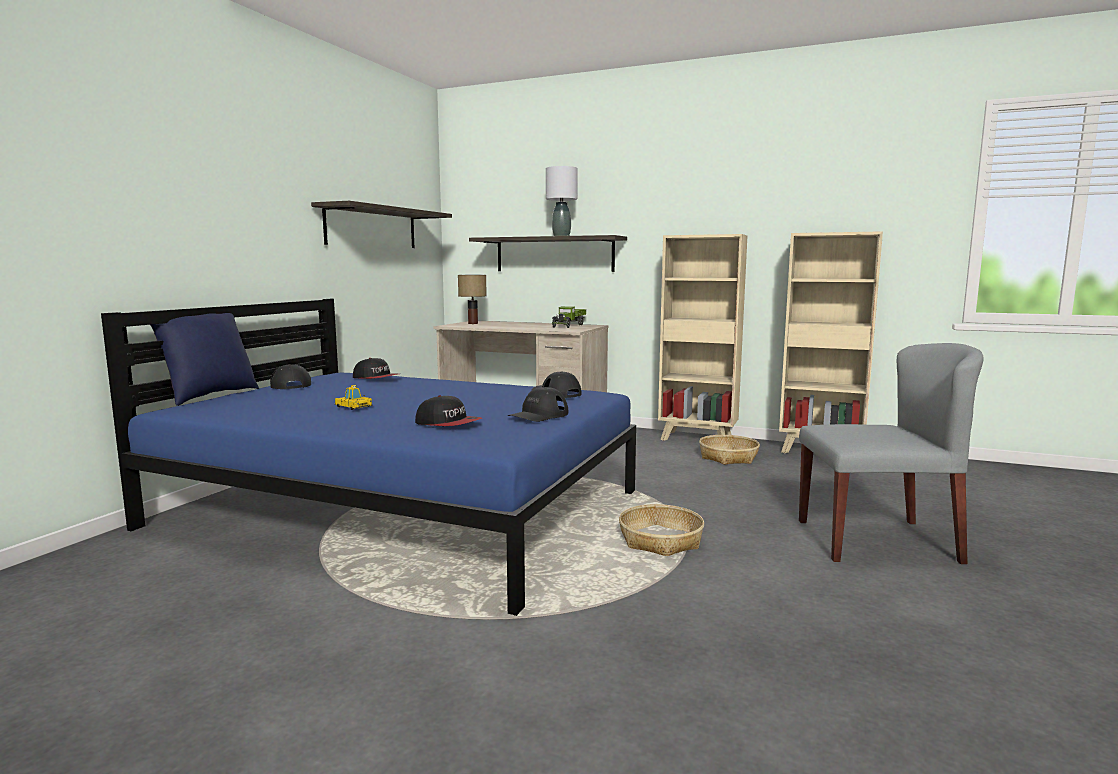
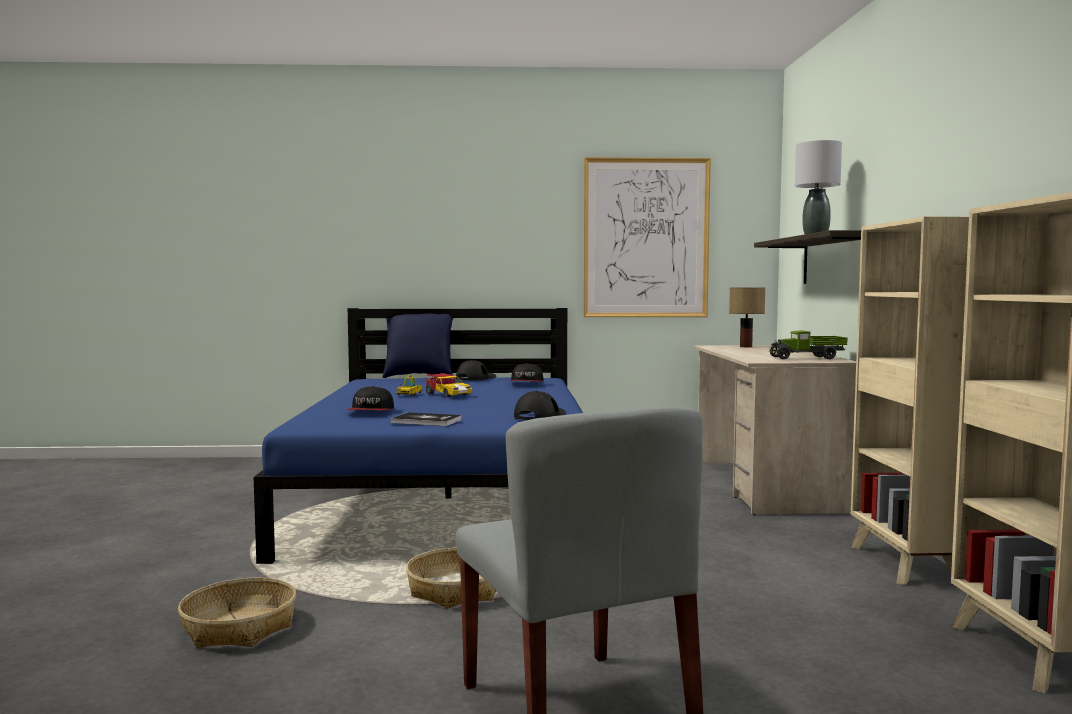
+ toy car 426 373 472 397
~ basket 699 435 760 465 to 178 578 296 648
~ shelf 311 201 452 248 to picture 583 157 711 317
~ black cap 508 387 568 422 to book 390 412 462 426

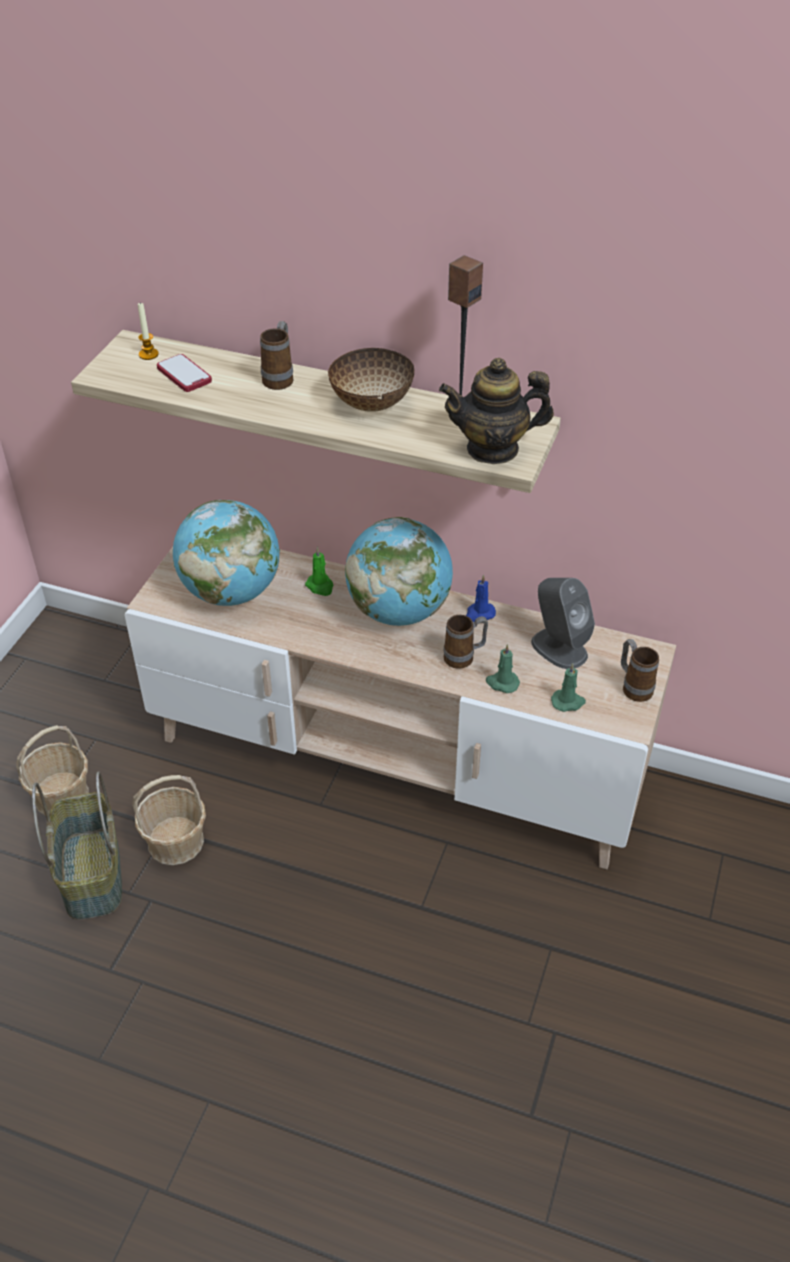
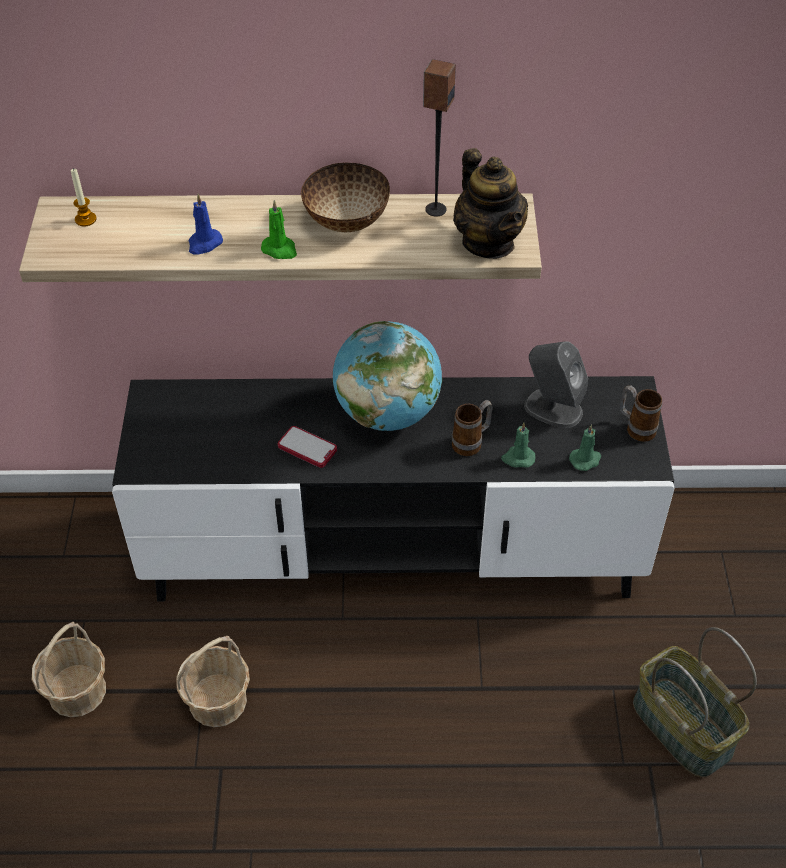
- globe 173 500 280 606
- mug 260 321 293 390
~ basket 32 771 122 920 to 633 627 757 777
~ phone 157 354 212 392 to 278 426 337 468
~ green candle 305 547 333 596 to 261 200 297 259
~ blue candle 466 575 496 622 to 189 194 223 255
~ beige tv stand 125 547 676 869 to black tv stand 112 376 674 601
~ teapot 439 358 554 464 = 453 148 528 259 90 degrees counterclockwise

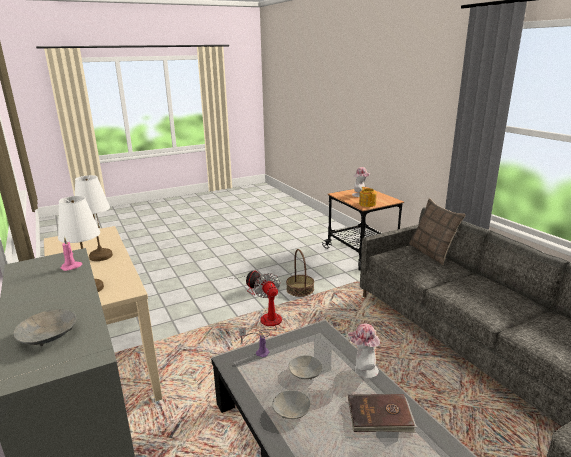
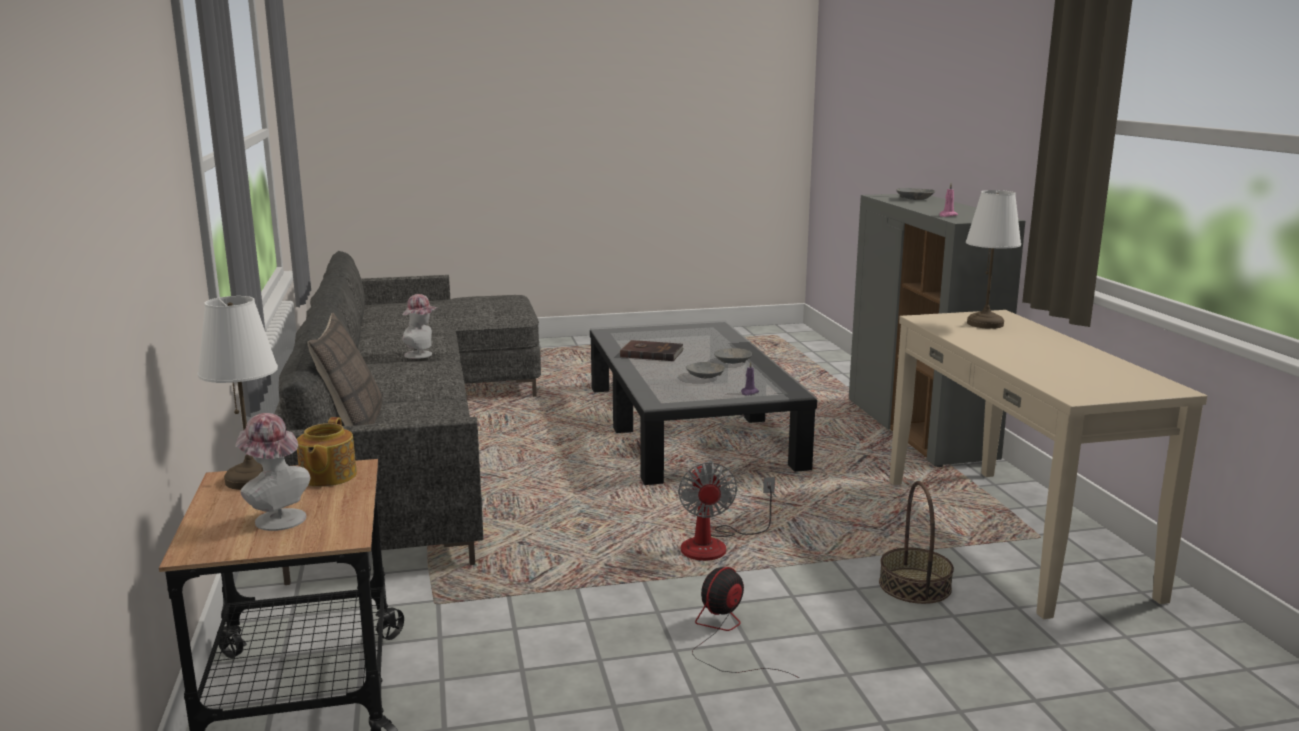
~ white table lamp 75 175 113 261 to 198 296 278 490
~ basket 286 249 314 297 to 879 481 954 604
~ hat 348 323 380 379 to 402 294 438 359

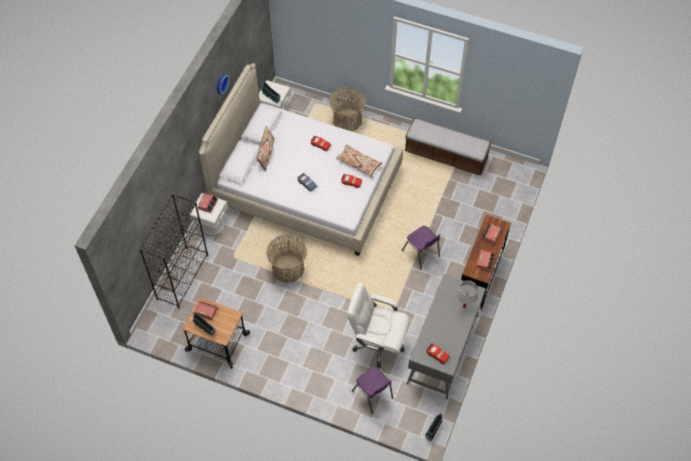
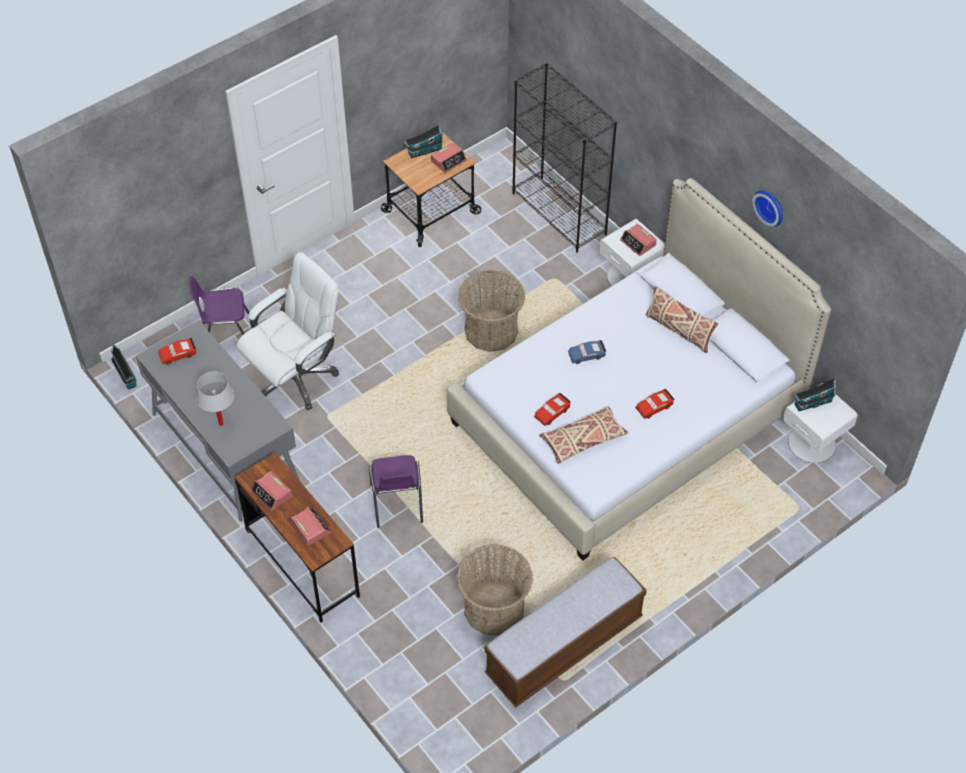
~ basket 329 87 366 131 to 456 544 533 635
~ purple chair 402 226 441 270 = 369 455 423 528 90 degrees counterclockwise

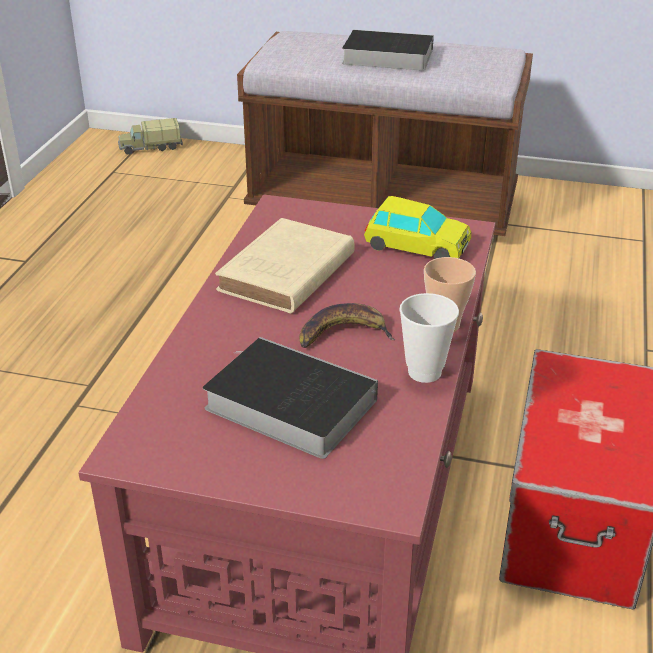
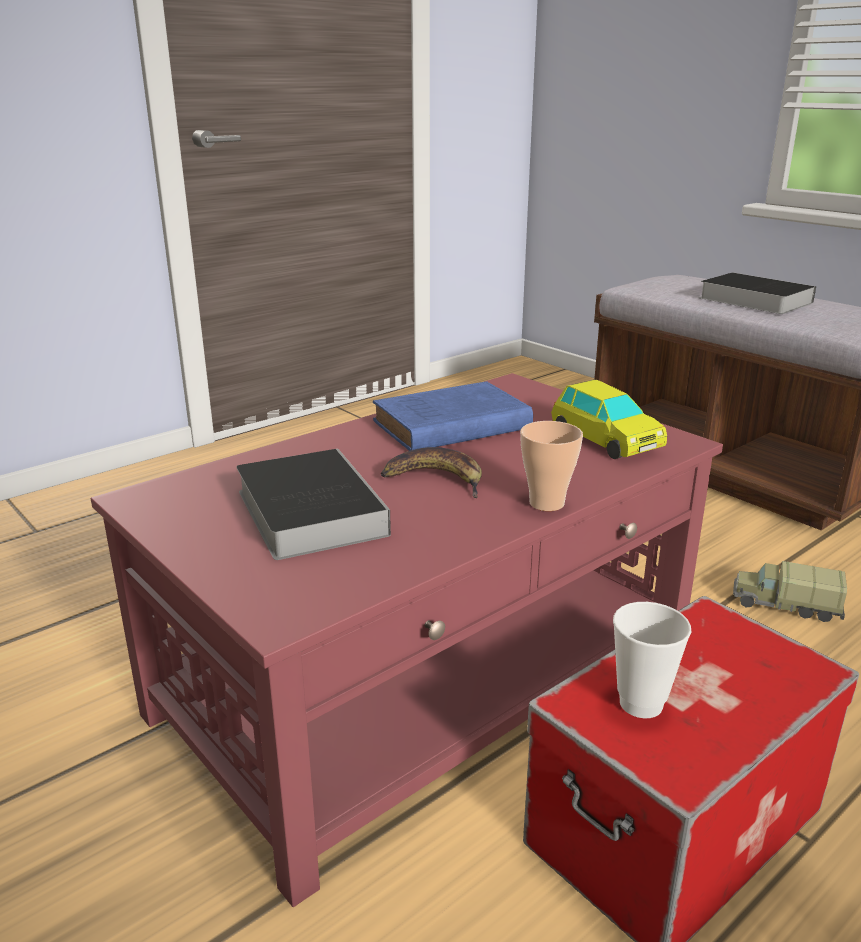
~ toy truck 118 118 183 155 to 733 561 847 622
~ cup 399 293 459 383 to 613 602 691 718
~ beige book 215 218 355 313 to blue book 373 381 533 451

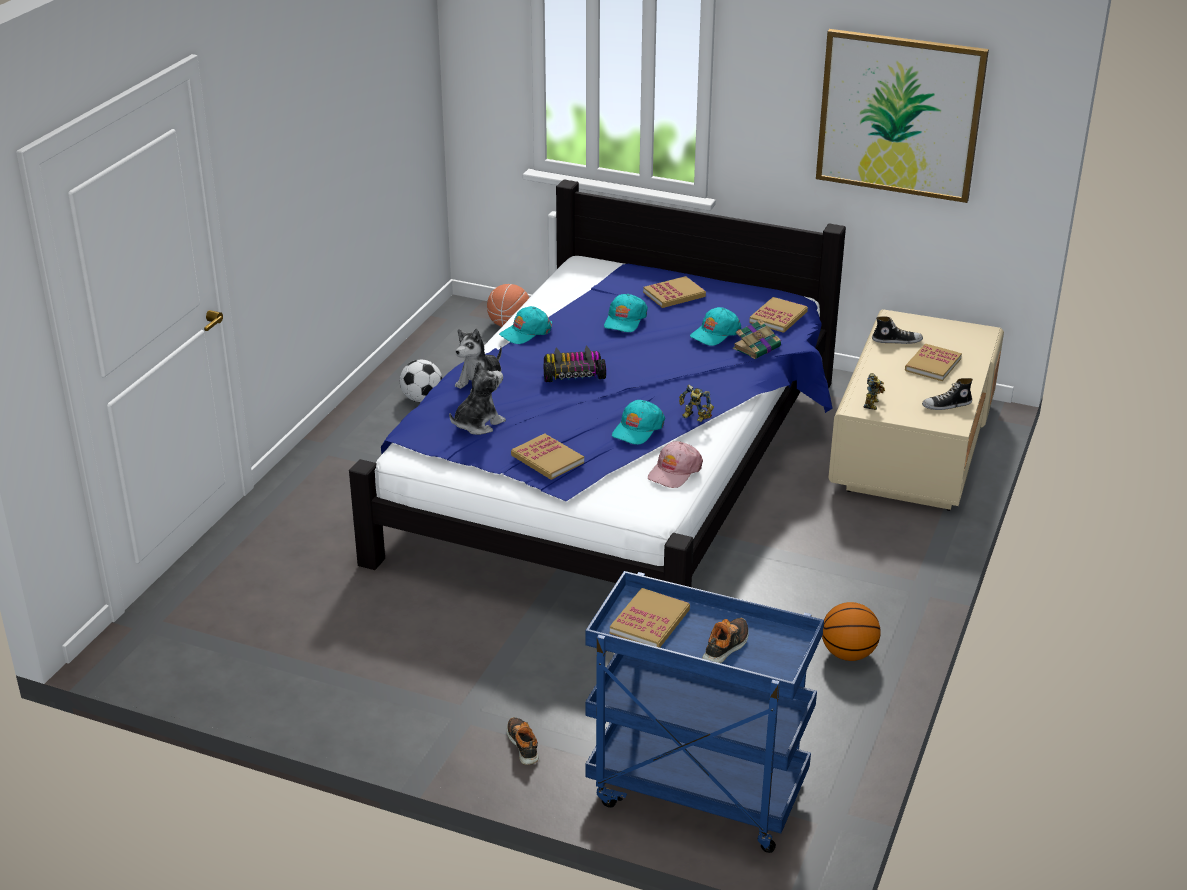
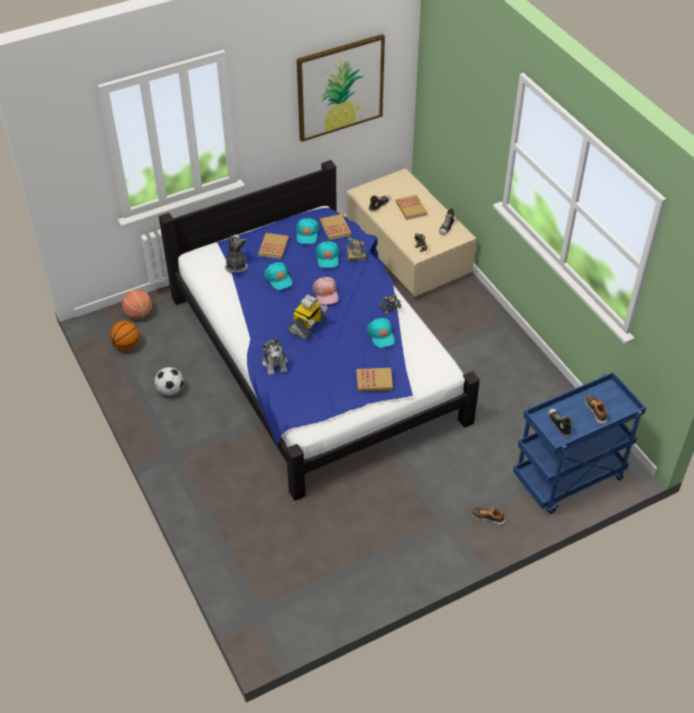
~ plush toy 449 361 506 435 to 224 235 248 273
~ turquoise cap 499 306 552 344 to 296 218 319 244
~ pink cap 648 441 703 488 to 312 277 339 305
~ basketball 822 602 880 661 to 110 321 140 350
~ toy car 544 346 606 382 to toy robot 288 295 328 340
~ book 610 588 690 648 to shoe 548 408 571 437

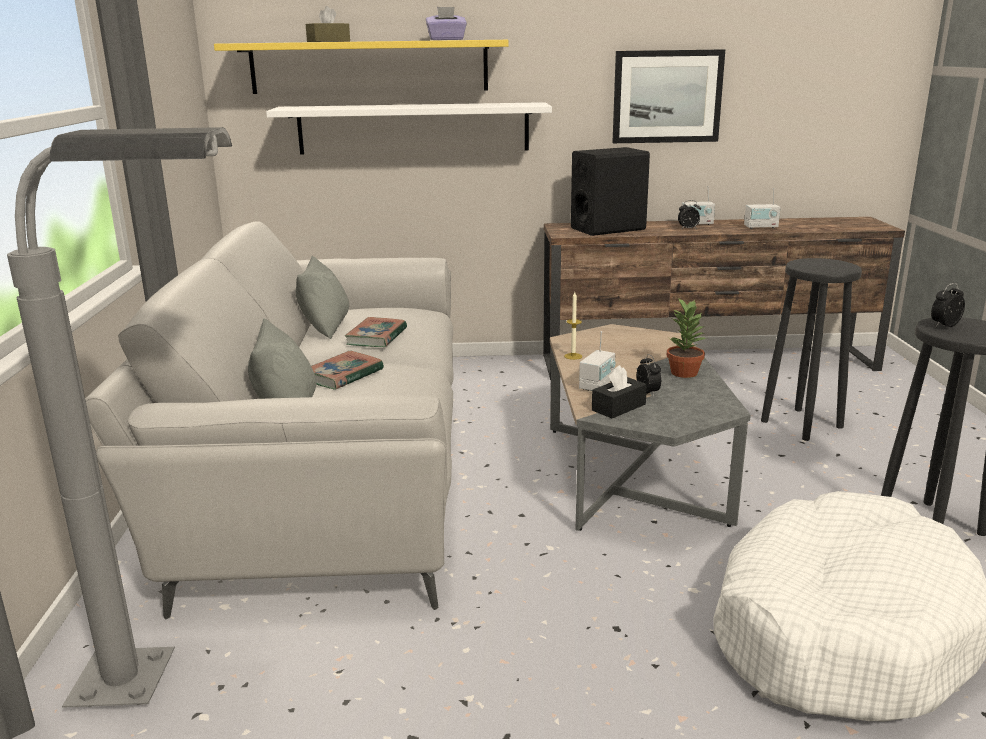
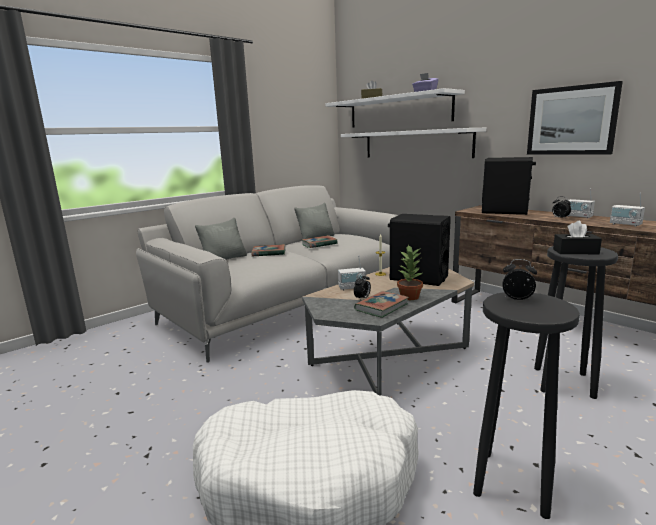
- grey floor lamp 7 127 232 708
+ book 354 291 409 318
+ black speaker 388 214 451 286
~ black tissue box 592 365 647 418 to 553 221 602 254
~ yellow shelf 214 40 508 94 to white shelf 325 88 465 128

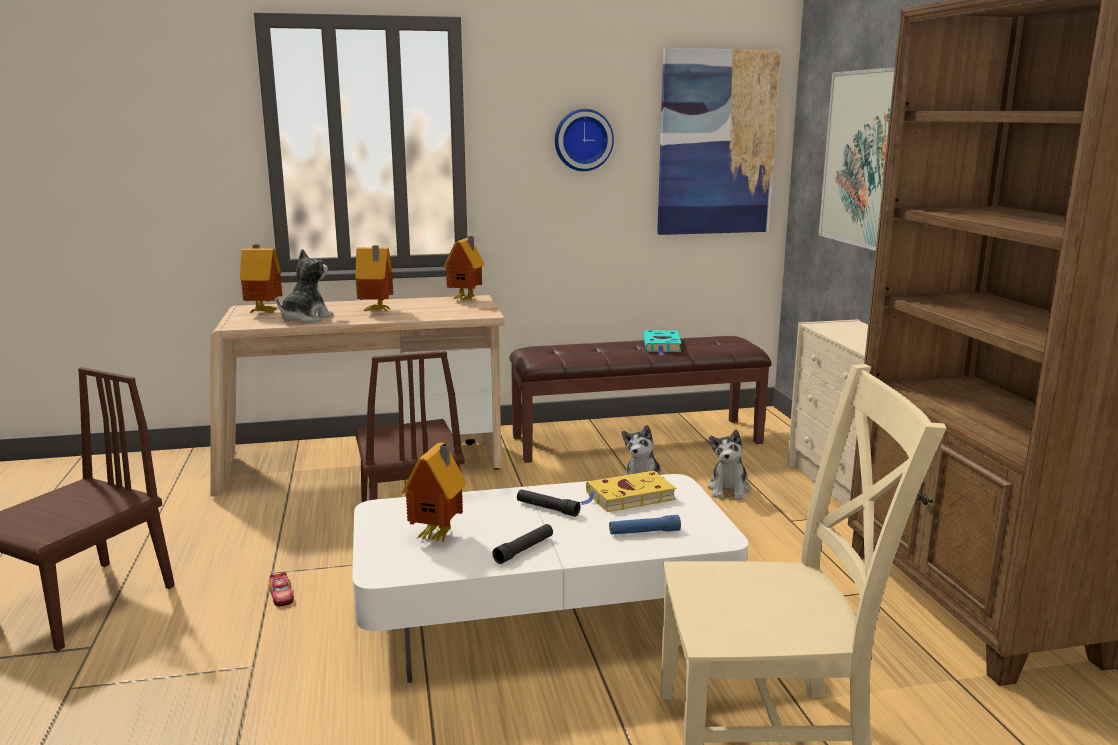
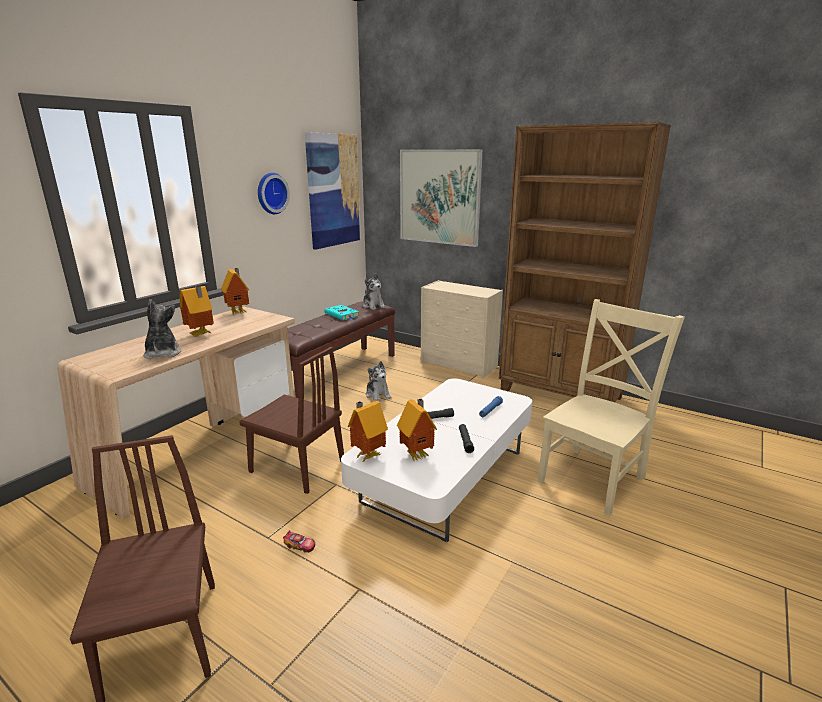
- yellow book 580 471 676 512
~ toy house 240 244 282 314 to 348 401 388 463
~ plush toy 708 429 751 500 to 363 274 386 310

